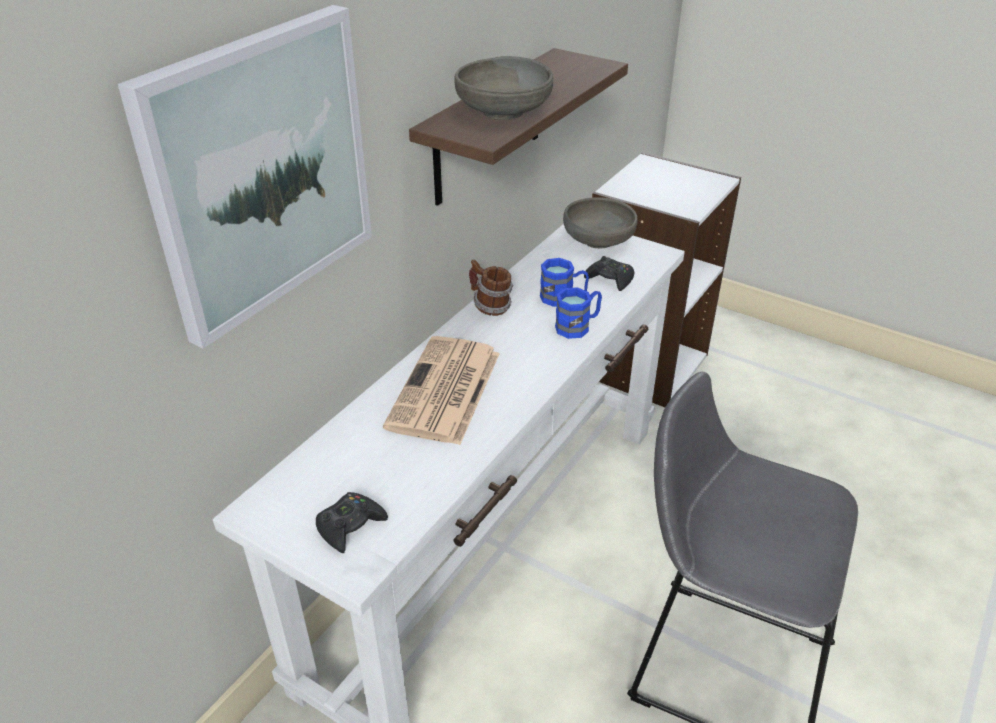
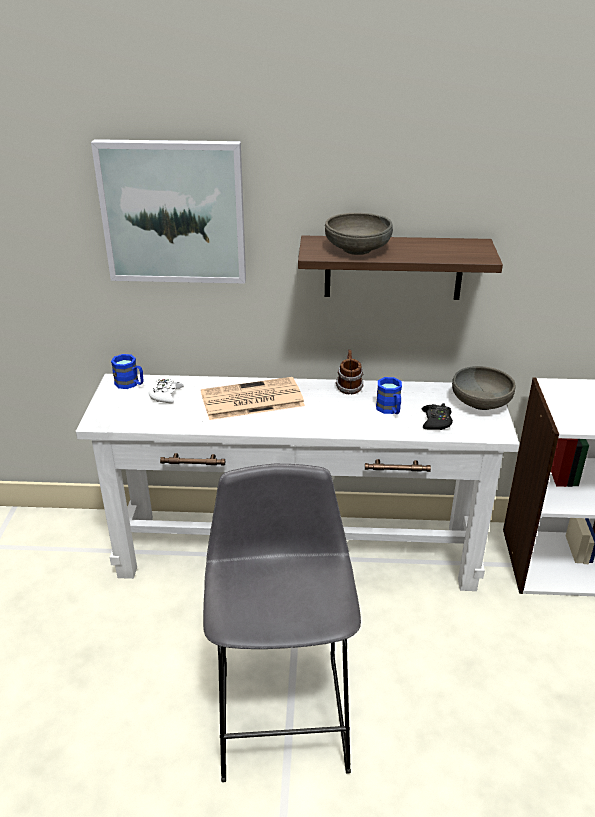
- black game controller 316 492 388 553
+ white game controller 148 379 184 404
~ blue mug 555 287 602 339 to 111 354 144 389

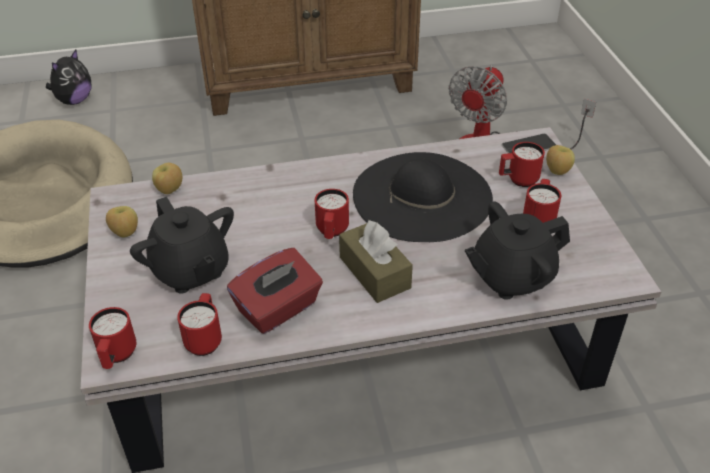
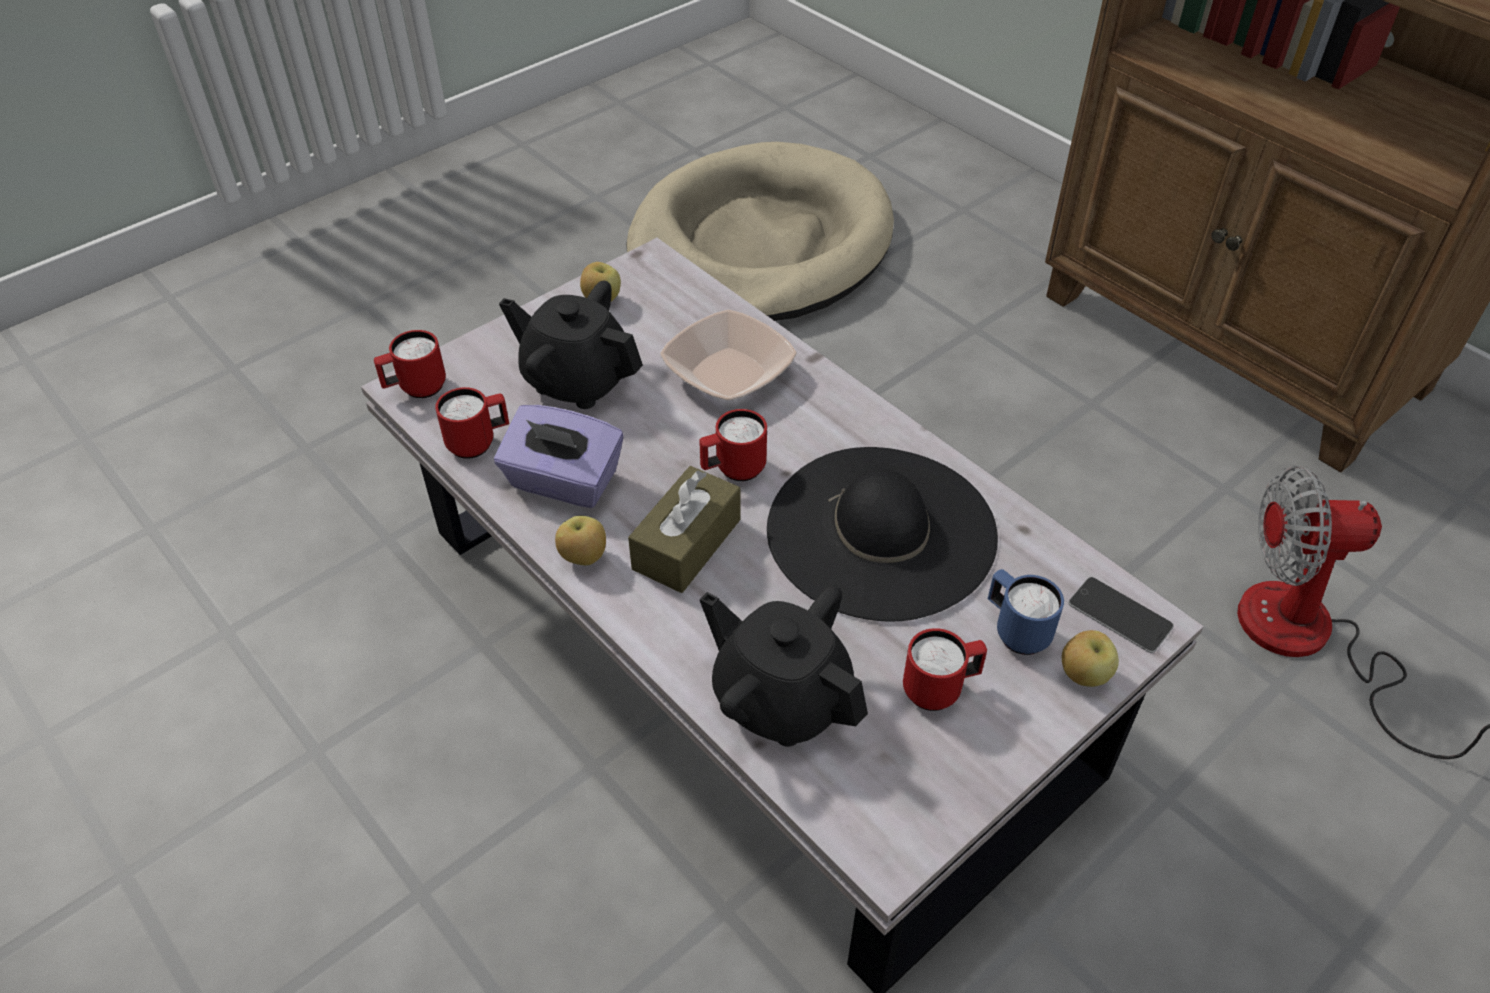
- plush toy 46 50 92 105
+ bowl 660 309 797 401
~ apple 152 163 182 194 to 555 516 606 565
~ red tissue box 227 248 323 334 to purple tissue box 494 405 624 508
~ red mug 499 142 545 187 to blue mug 988 569 1064 655
~ black teapot 130 197 234 294 = 499 281 643 409 90 degrees clockwise

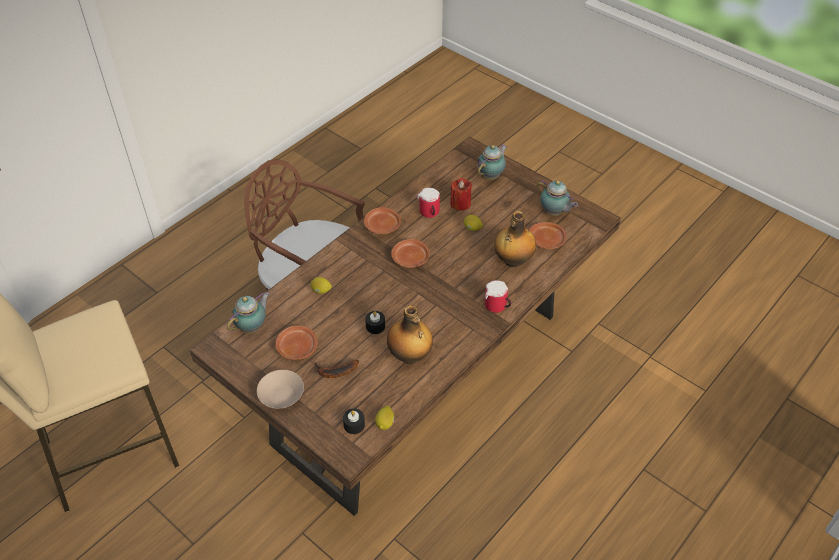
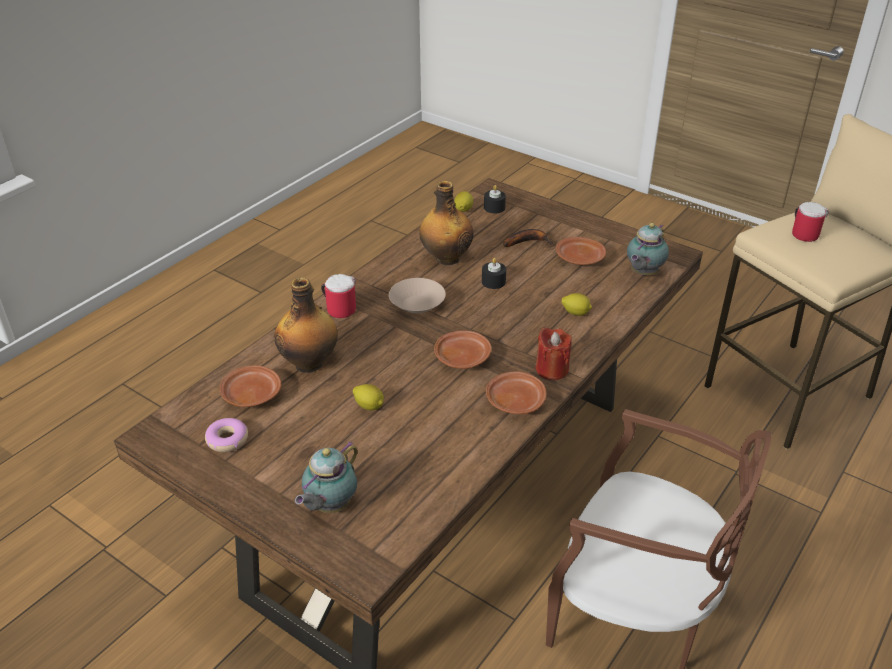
~ beige bowl 257 370 304 409 to 389 278 446 313
~ mug 417 188 440 218 to 792 202 829 242
~ red candle 450 178 472 211 to 536 328 571 380
~ teapot 537 180 578 216 to donut 205 418 248 452

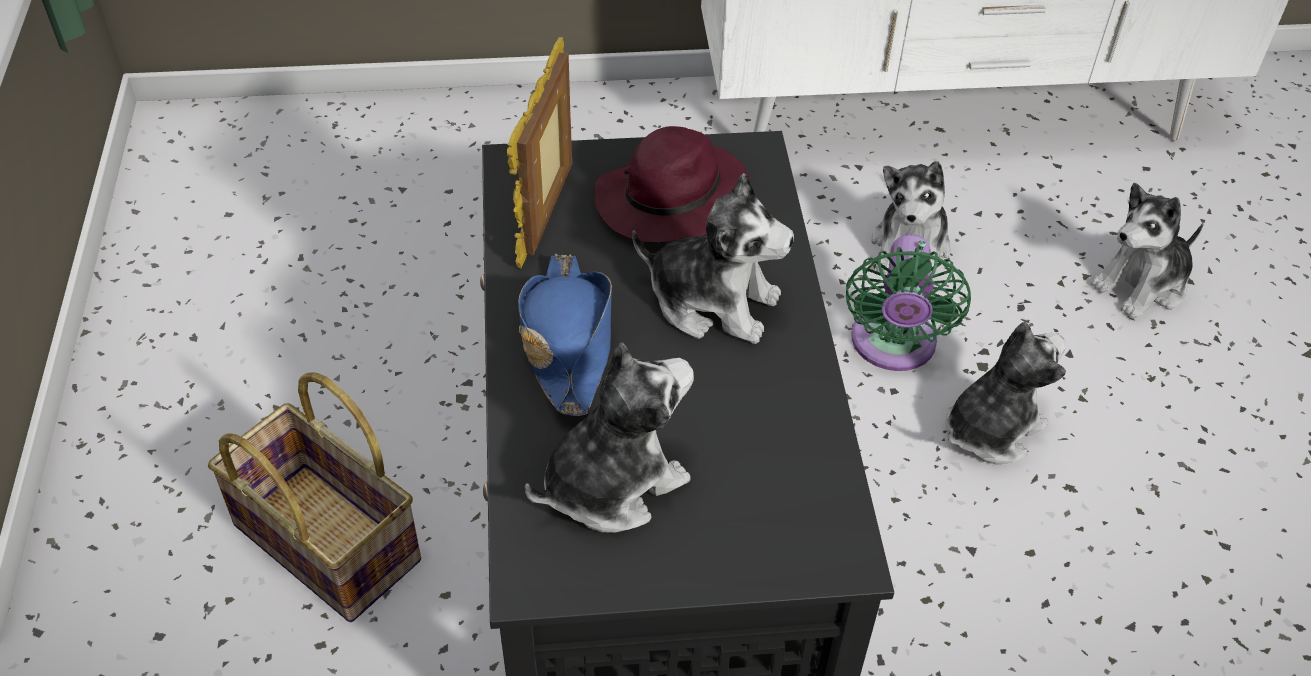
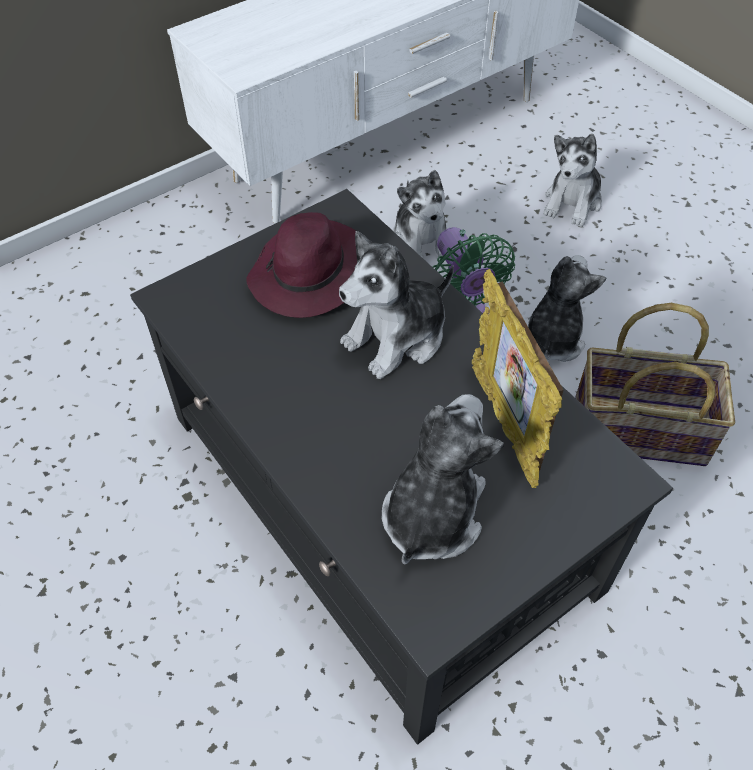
- blue hat 518 254 612 416
~ basket 208 372 421 622 to 576 303 735 466
~ picture frame 507 37 572 268 to 472 269 564 488
~ plush toy 632 173 794 344 = 339 231 454 379 150 degrees clockwise

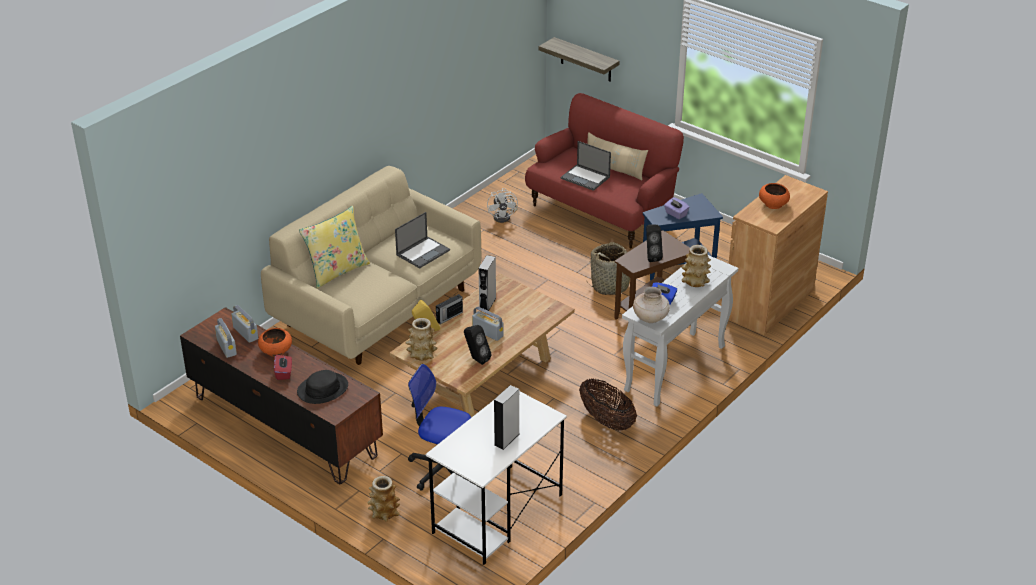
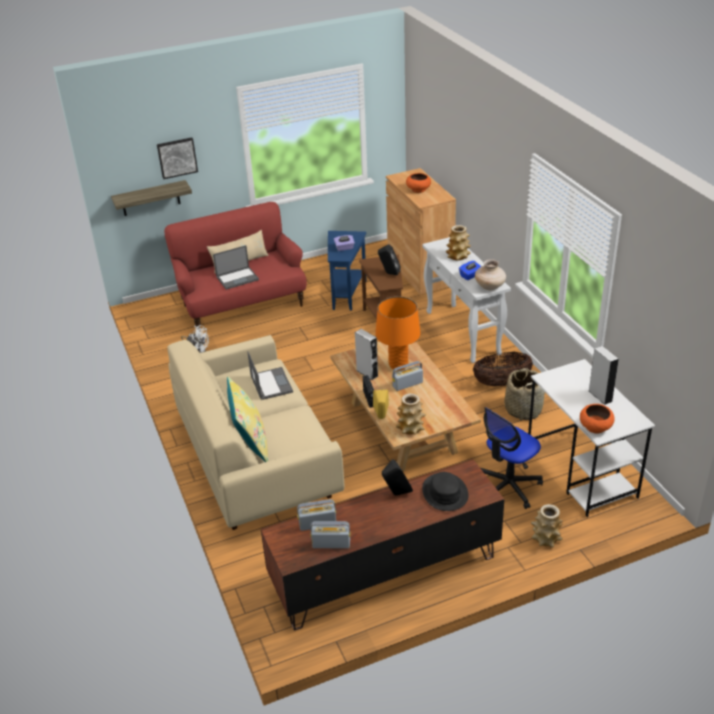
- red tissue box 274 355 292 380
+ picture 157 137 198 179
+ orange table lamp 375 297 421 371
~ orange bowl 258 328 292 357 to 580 404 615 434
~ black speaker 464 325 492 365 to 382 459 413 496
~ basket 587 242 630 295 to 504 368 545 420

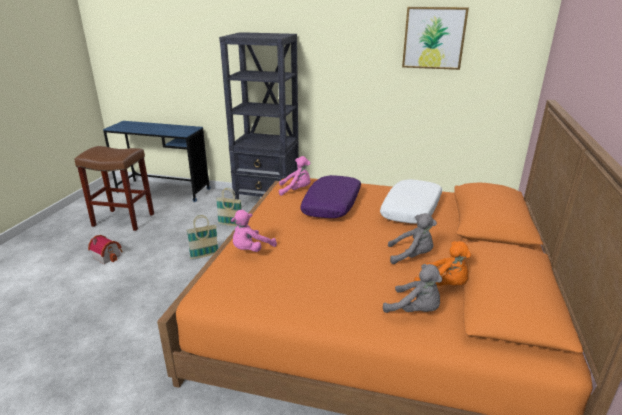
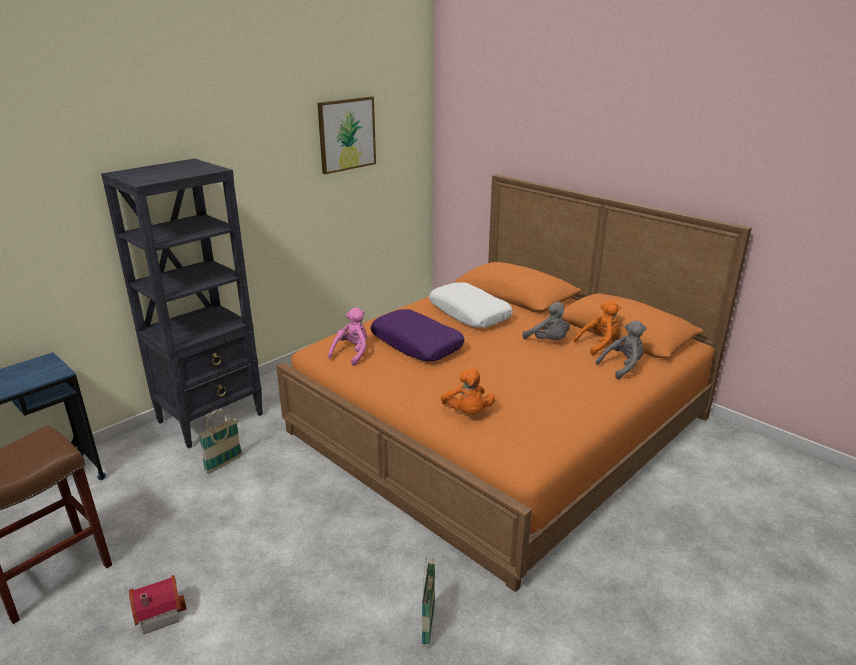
~ basket 186 215 218 260 to 422 557 435 647
~ pink plush toy 231 210 277 252 to orange plush toy 441 369 495 414
~ grey plush toy 388 213 437 264 = 522 302 570 340 105 degrees clockwise

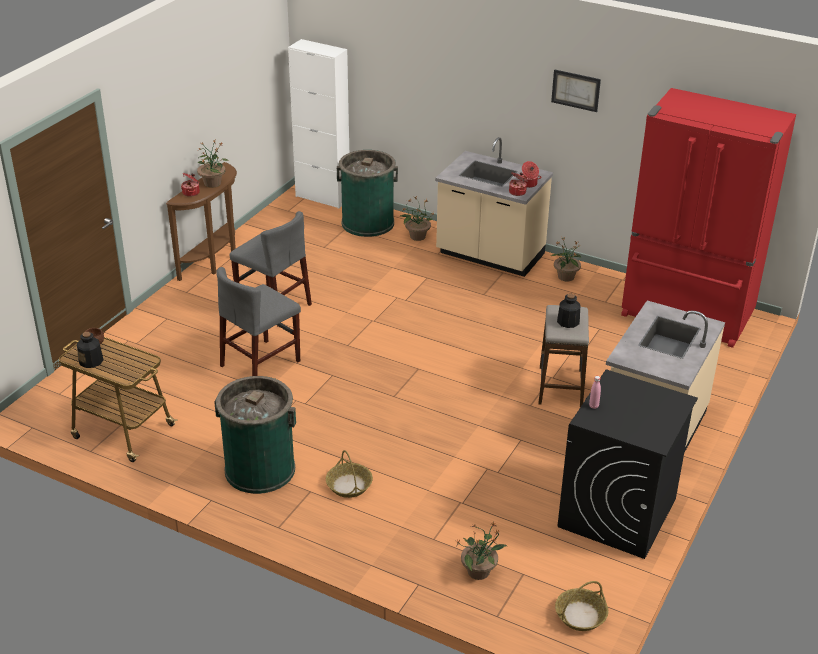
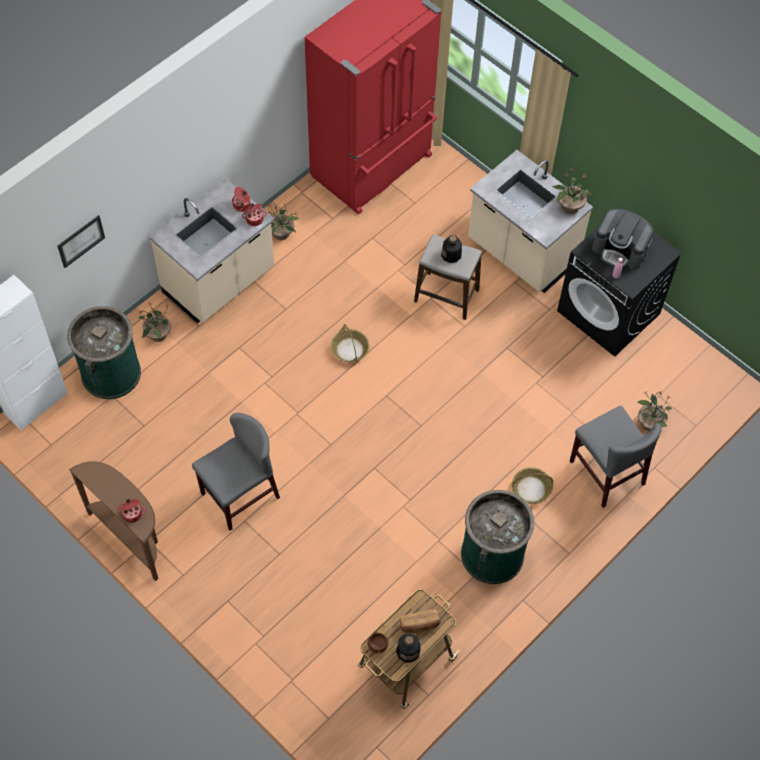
+ bread 400 610 441 633
+ coffee machine 592 209 653 270
~ potted plant 197 140 228 188 to 552 169 593 214
~ grey chair 216 267 301 376 to 570 406 662 508
~ picture 551 70 601 112 to 57 215 105 268
~ basket 555 581 608 631 to 331 324 369 362

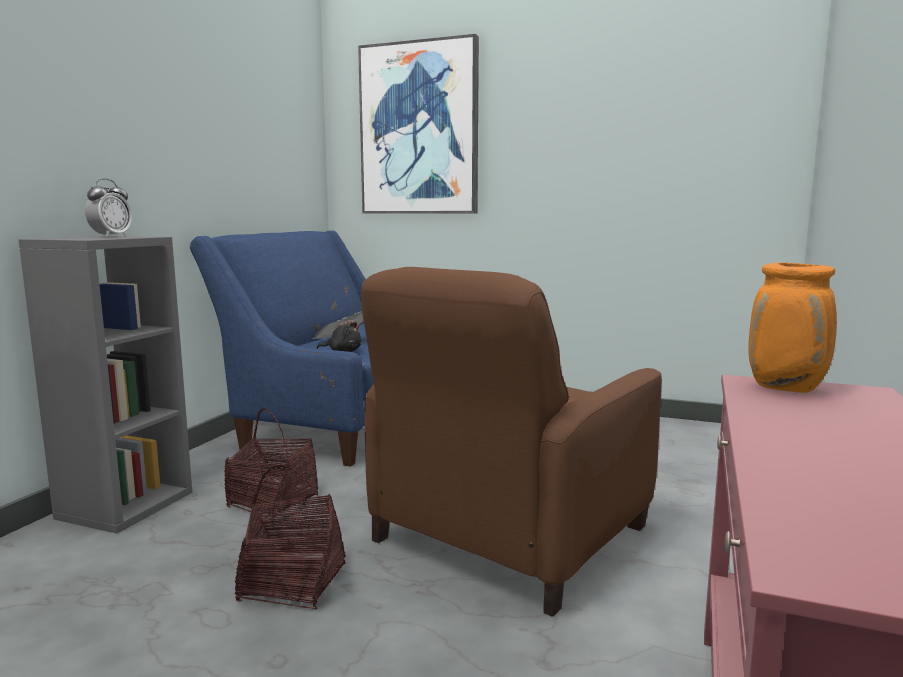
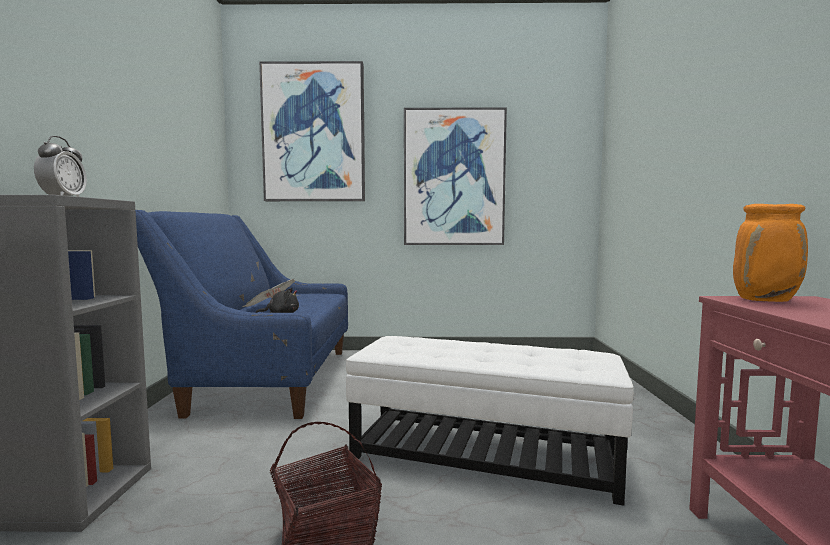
- basket 224 409 318 519
+ picture 404 107 507 245
~ brown armchair 361 267 662 617 to white ottoman 346 336 634 506

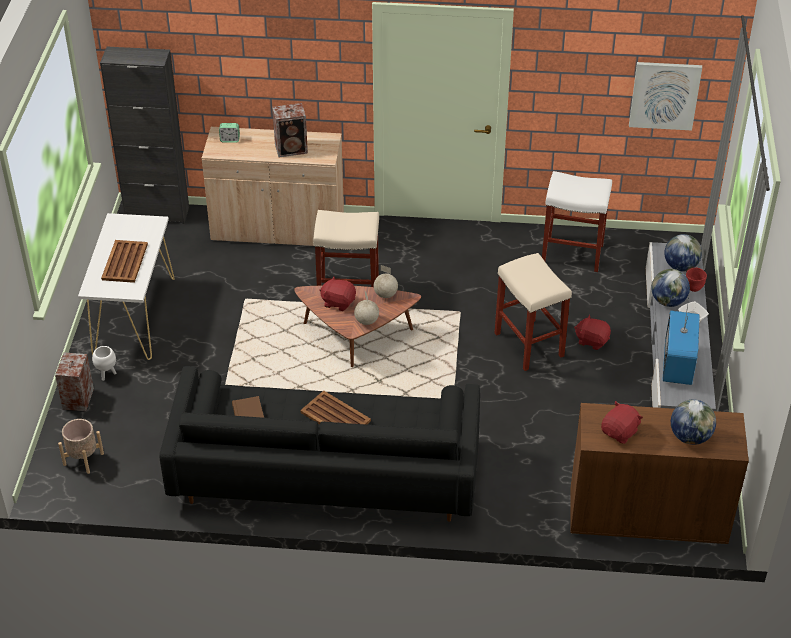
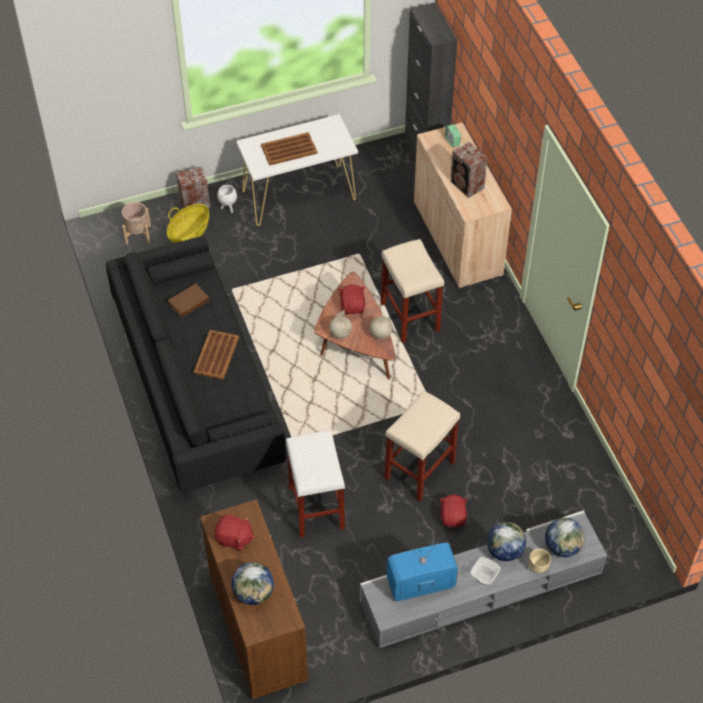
- picture 629 62 702 130
+ basket 167 204 209 243
~ white stool 542 171 612 272 to 286 430 345 538
~ red bowl 686 267 707 292 to beige bowl 529 548 551 573

